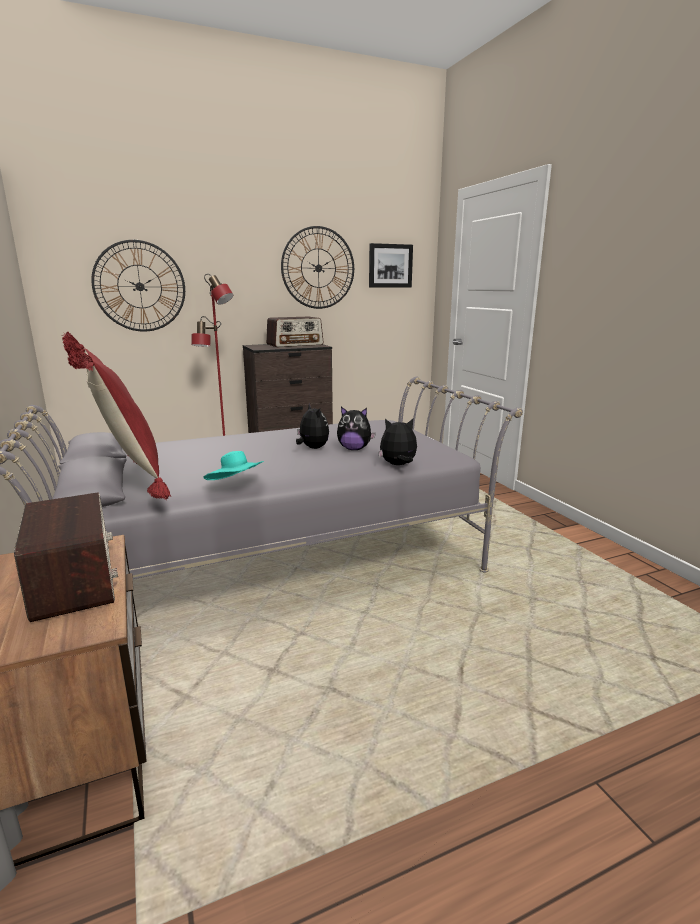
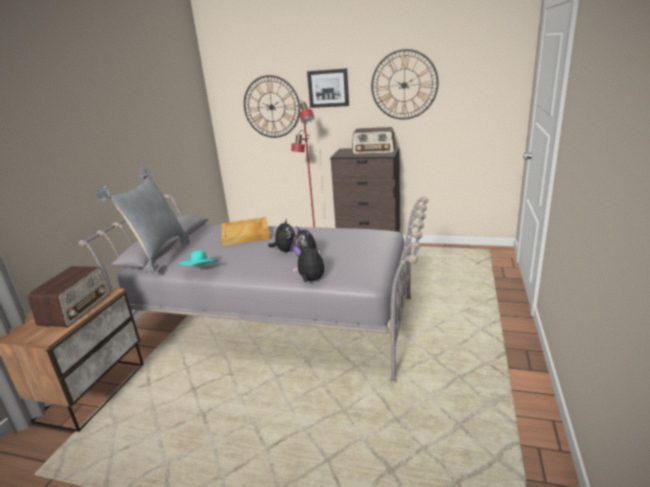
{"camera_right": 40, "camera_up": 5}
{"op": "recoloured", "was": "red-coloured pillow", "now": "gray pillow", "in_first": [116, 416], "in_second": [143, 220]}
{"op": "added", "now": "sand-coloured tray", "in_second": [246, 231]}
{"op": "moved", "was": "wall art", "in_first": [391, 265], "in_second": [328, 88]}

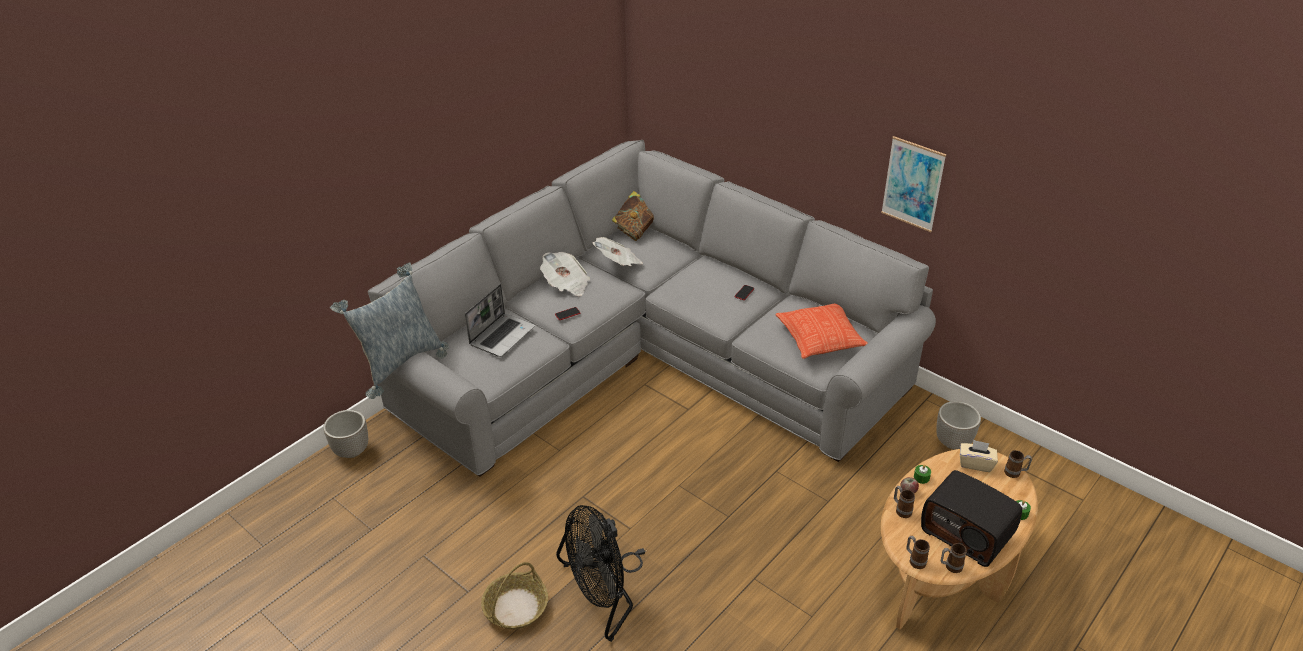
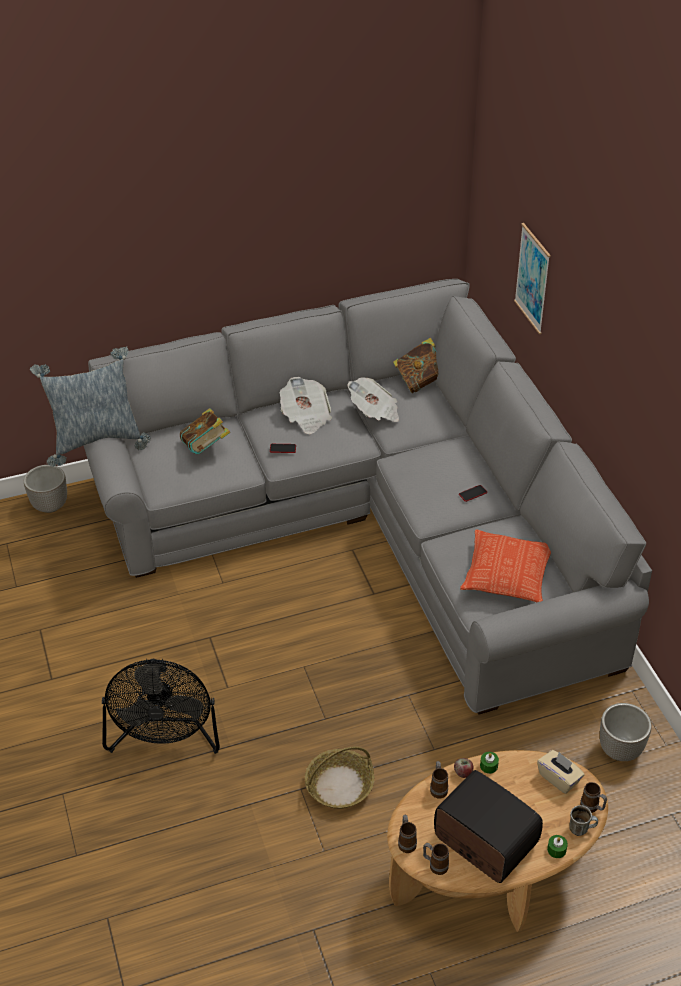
{"camera_right": 30, "camera_up": 5}
{"op": "turned", "was": "black-coloured fan", "in_first": [601, 573], "in_second": [161, 706], "clockwise": -90}
{"op": "replaced", "was": "notebook computer", "now": "volume", "in_first": [500, 320], "in_second": [205, 431]}
{"op": "moved", "was": "basket", "in_first": [514, 595], "in_second": [339, 778]}
{"op": "turned", "was": "radio", "in_first": [971, 518], "in_second": [488, 826], "clockwise": 150}
{"op": "moved", "was": "wall art", "in_first": [913, 184], "in_second": [532, 278]}
{"op": "added", "now": "coffee mug", "in_second": [583, 820]}

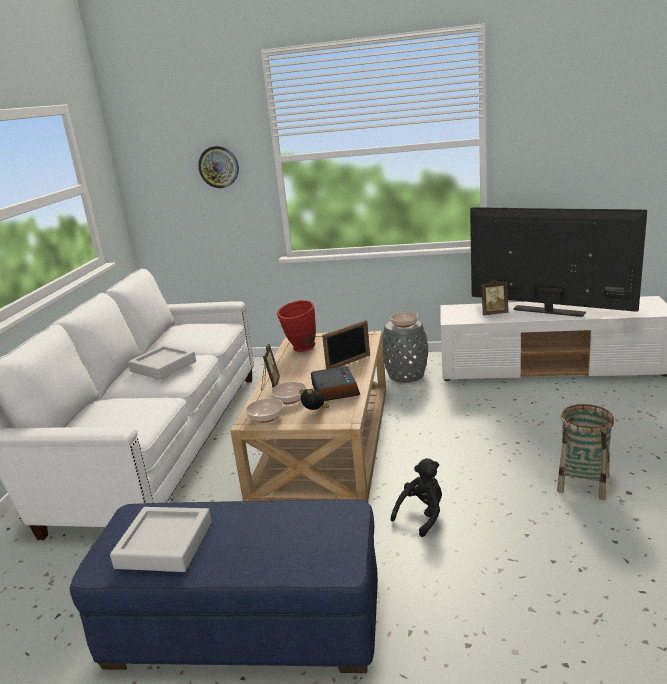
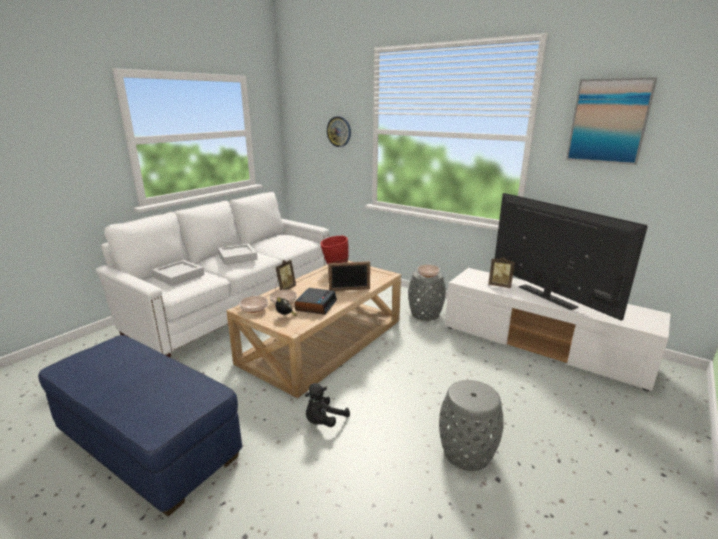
{"camera_right": 25, "camera_up": 0}
{"op": "moved", "was": "gray tray", "in_first": [161, 539], "in_second": [178, 273]}
{"op": "turned", "was": "black-coloured soft toy", "in_first": [416, 497], "in_second": [327, 405], "clockwise": 150}
{"op": "replaced", "was": "basket", "now": "gray stool", "in_first": [585, 452], "in_second": [471, 425]}
{"op": "added", "now": "wall art", "in_second": [611, 121]}

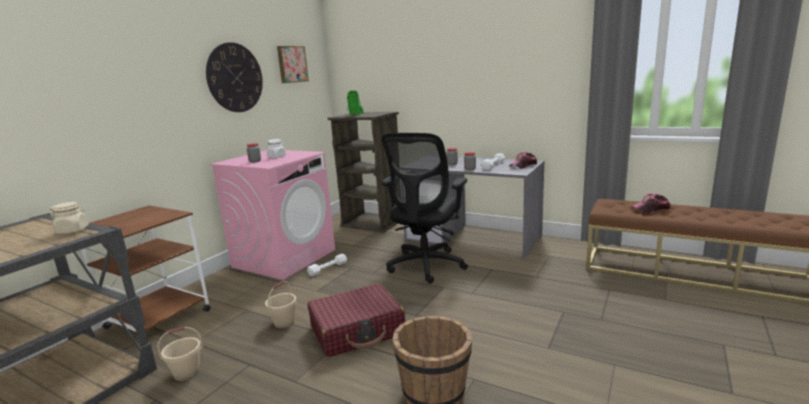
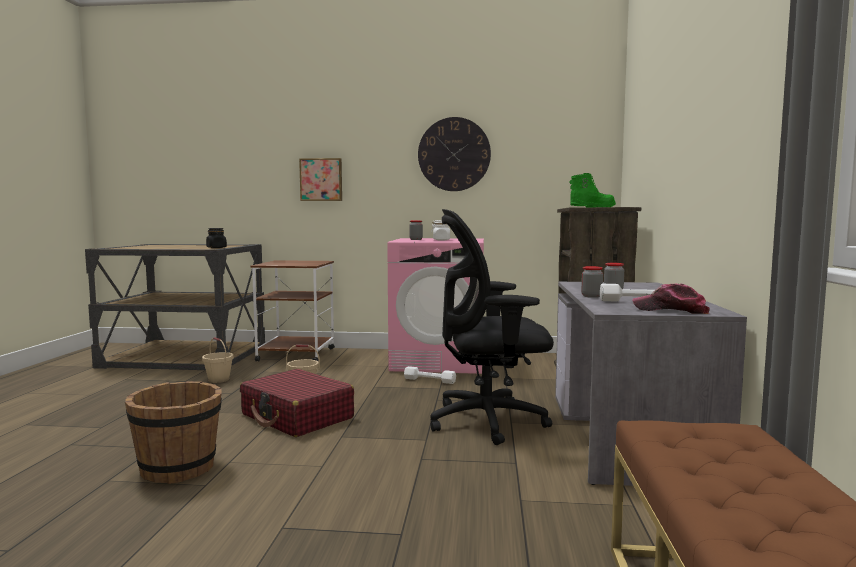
{"camera_right": 65, "camera_up": -10}
{"op": "recoloured", "was": "sand-coloured storage jar", "now": "black-coloured storage jar", "in_first": [69, 218], "in_second": [216, 238]}
{"op": "moved", "was": "wall art", "in_first": [293, 64], "in_second": [320, 179]}
{"op": "removed", "was": "peaked cap", "in_first": [651, 203]}

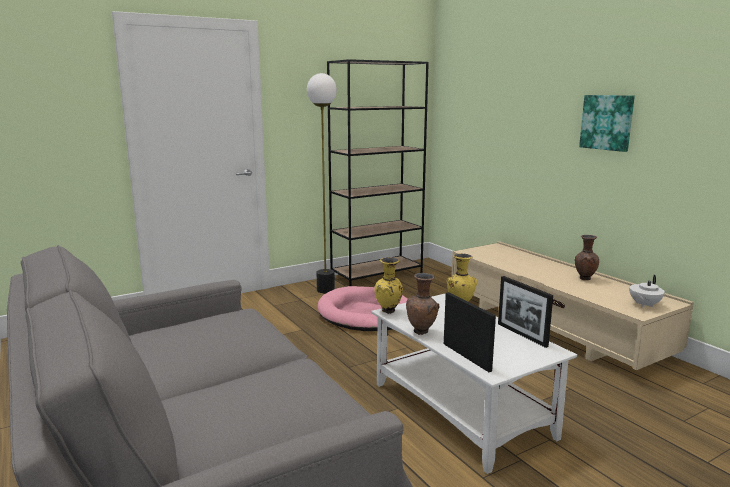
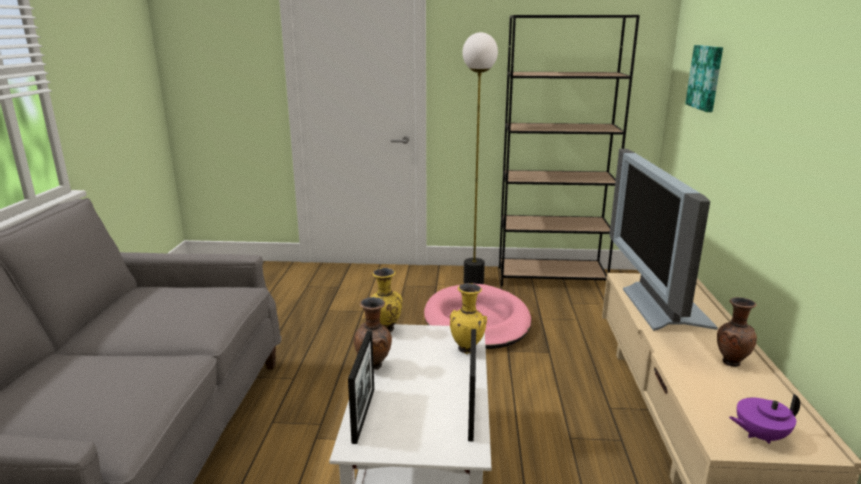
{"camera_right": 35, "camera_up": 5}
{"op": "added", "now": "television", "in_second": [663, 240]}
{"op": "moved", "was": "wall art", "in_first": [607, 123], "in_second": [704, 78]}
{"op": "recoloured", "was": "whitish teapot", "now": "purple-coloured teapot", "in_first": [647, 291], "in_second": [764, 419]}

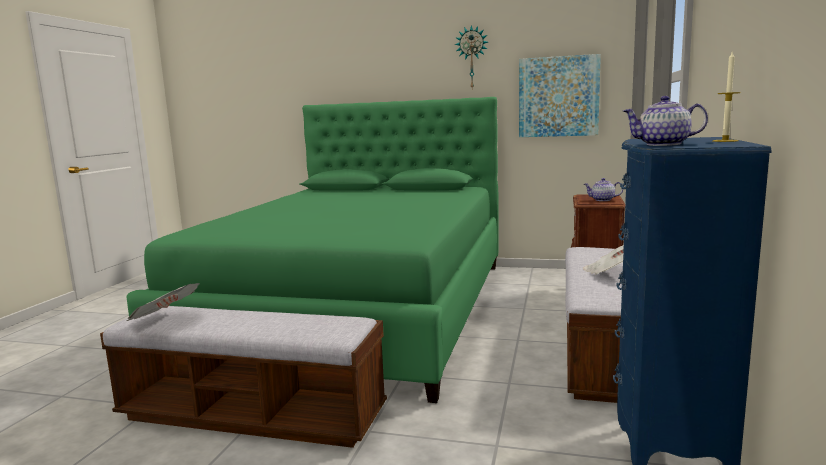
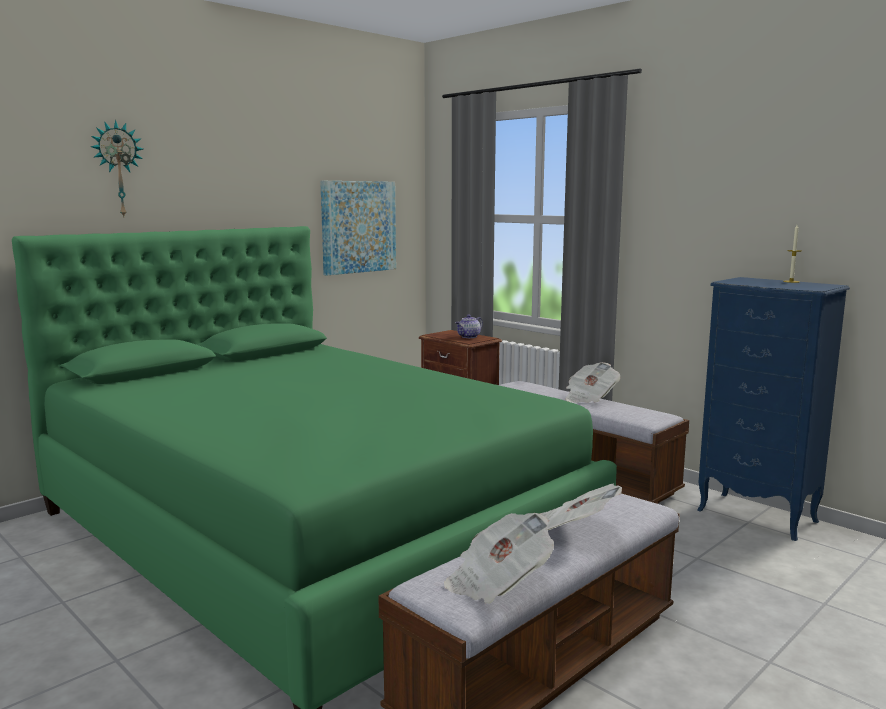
{"camera_right": -60, "camera_up": 0}
{"op": "moved", "was": "hanging clock", "in_first": [471, 56], "in_second": [116, 168]}
{"op": "added", "now": "daily paper", "in_second": [581, 507]}
{"op": "removed", "was": "teapot", "in_first": [665, 121]}

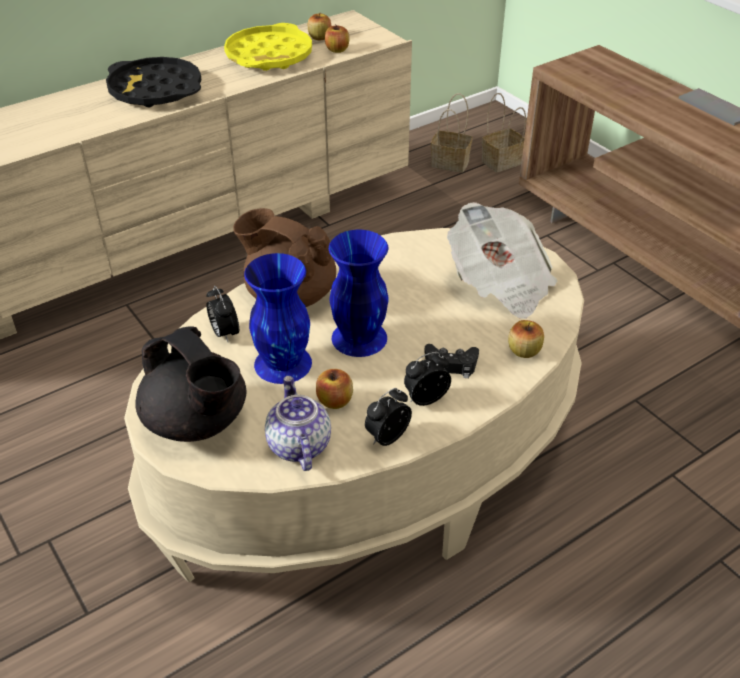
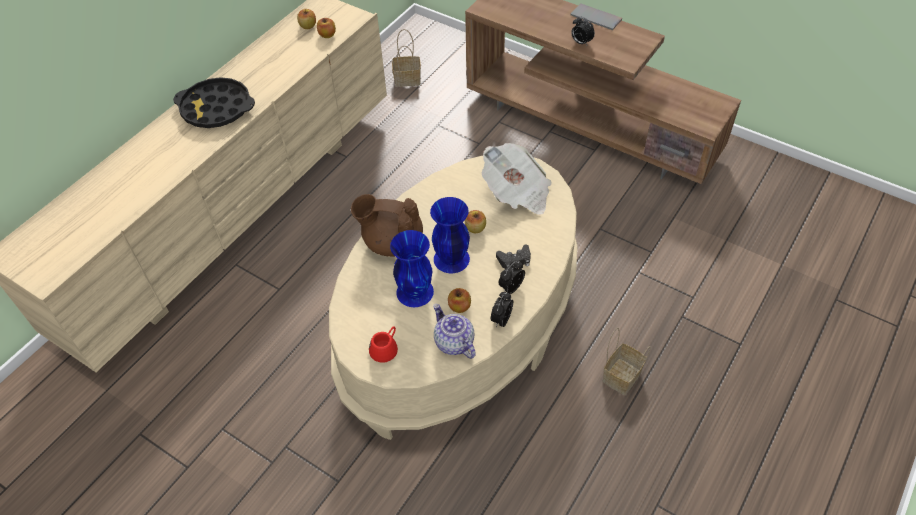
{"camera_right": -20, "camera_up": 10}
{"op": "replaced", "was": "black-coloured teapot", "now": "red-coloured coffee mug", "in_first": [191, 384], "in_second": [383, 344]}
{"op": "moved", "was": "apple", "in_first": [526, 339], "in_second": [475, 221]}
{"op": "moved", "was": "table clock", "in_first": [222, 314], "in_second": [583, 30]}
{"op": "moved", "was": "basket", "in_first": [504, 132], "in_second": [627, 361]}
{"op": "removed", "was": "yellowish tray", "in_first": [268, 47]}

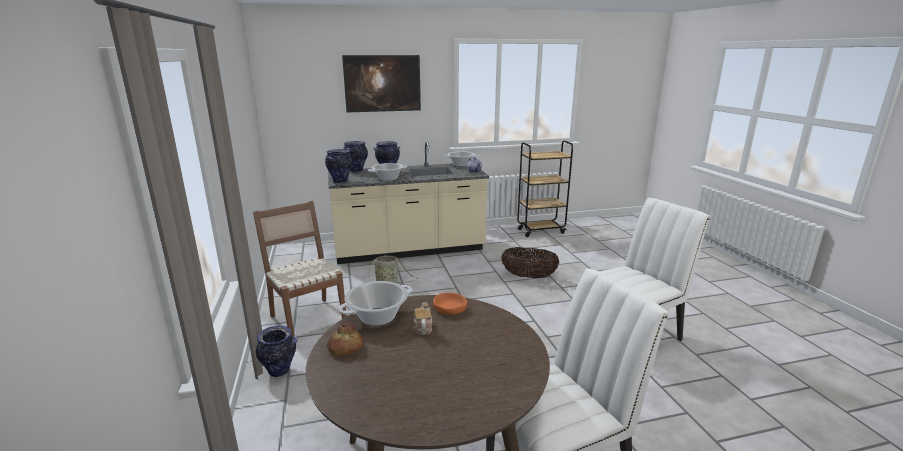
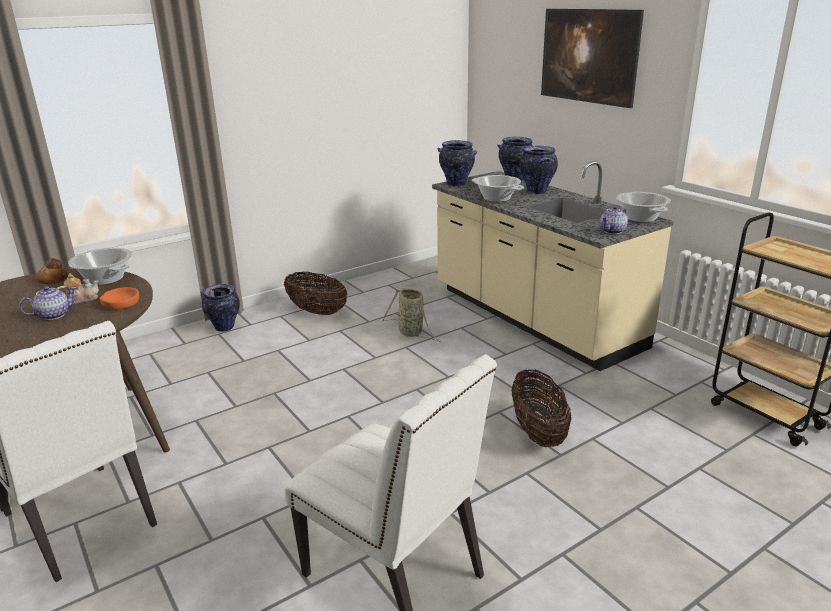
{"camera_right": 70, "camera_up": 5}
{"op": "added", "now": "teapot", "in_second": [48, 303]}
{"op": "replaced", "was": "upright chair", "now": "basket", "in_first": [300, 269], "in_second": [316, 293]}

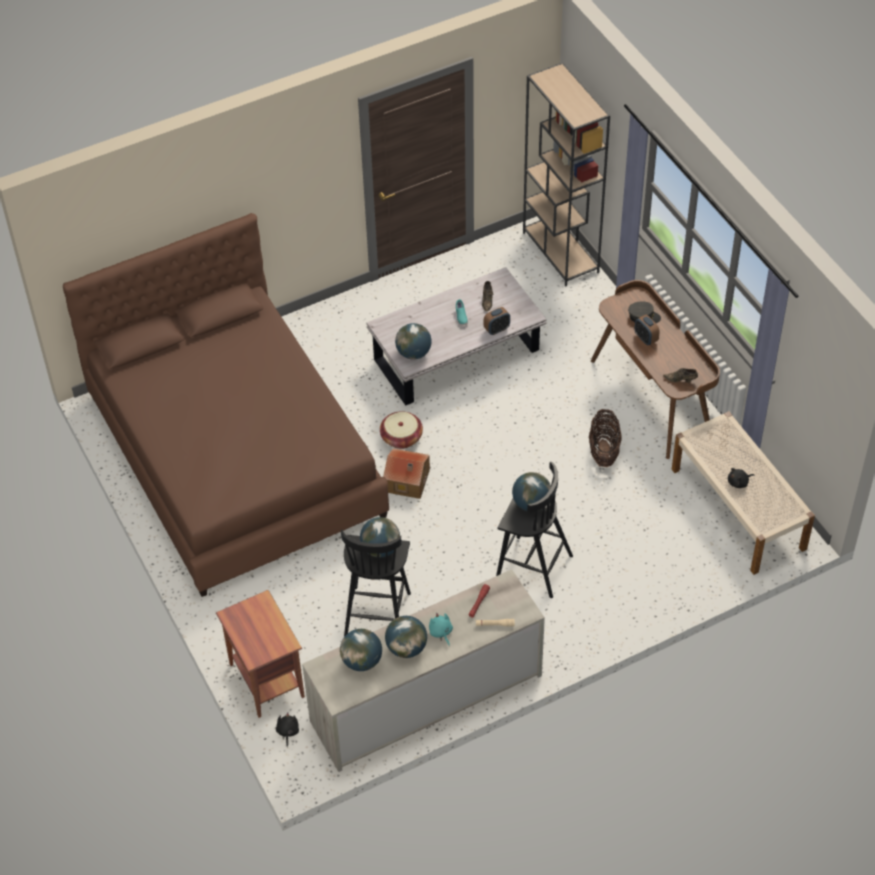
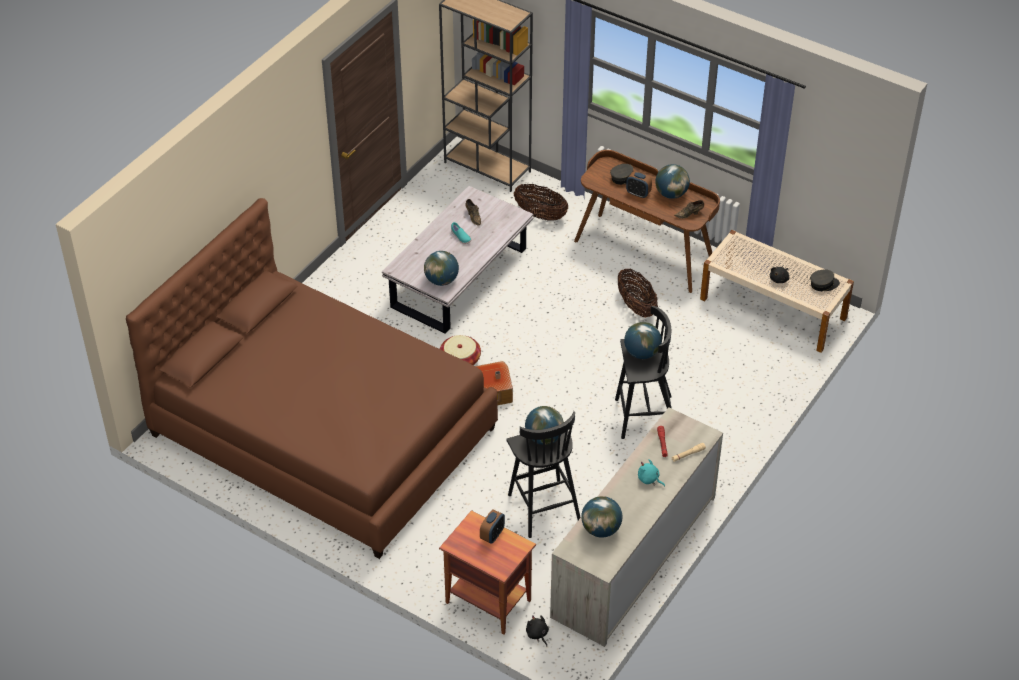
{"camera_right": -30, "camera_up": -5}
{"op": "moved", "was": "table clock", "in_first": [497, 321], "in_second": [492, 526]}
{"op": "added", "now": "basket", "in_second": [540, 202]}
{"op": "moved", "was": "world globe", "in_first": [406, 637], "in_second": [672, 181]}
{"op": "added", "now": "gray peaked cap", "in_second": [825, 280]}

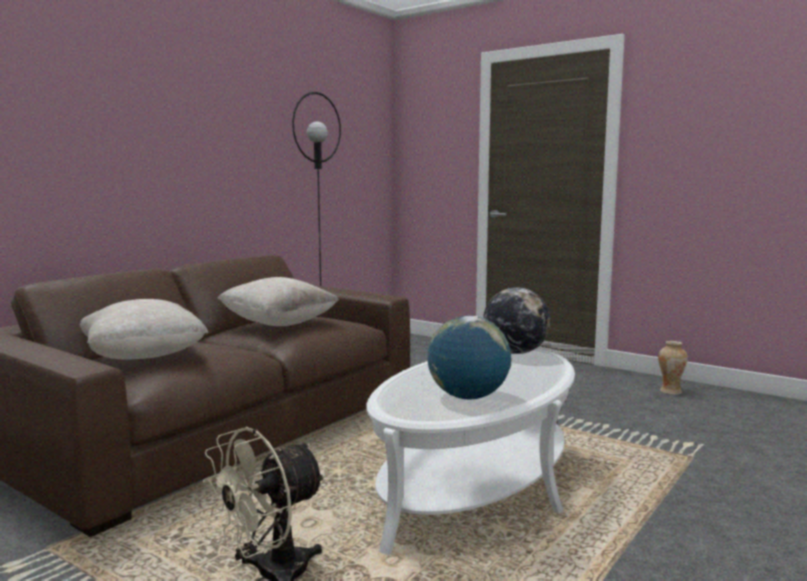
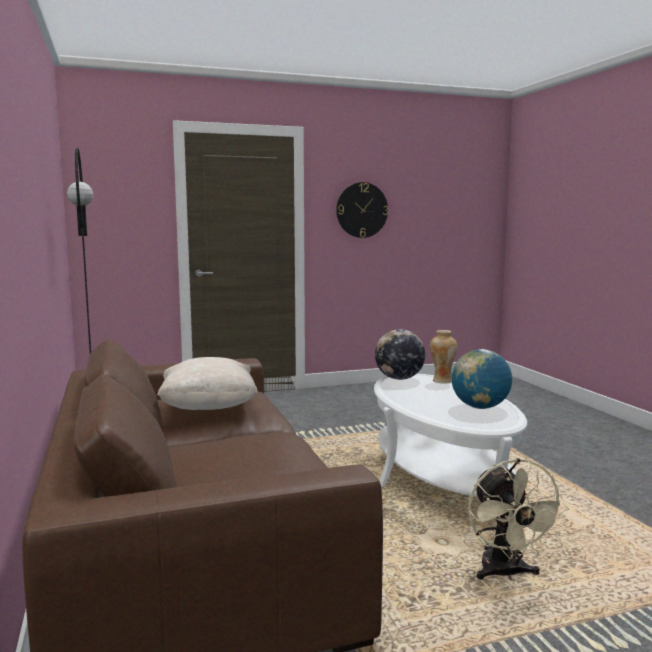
{"camera_right": -55, "camera_up": 0}
{"op": "added", "now": "hanging clock", "in_second": [362, 210]}
{"op": "moved", "was": "flower vase", "in_first": [673, 368], "in_second": [443, 356]}
{"op": "removed", "was": "sand-coloured pillow", "in_first": [144, 329]}

